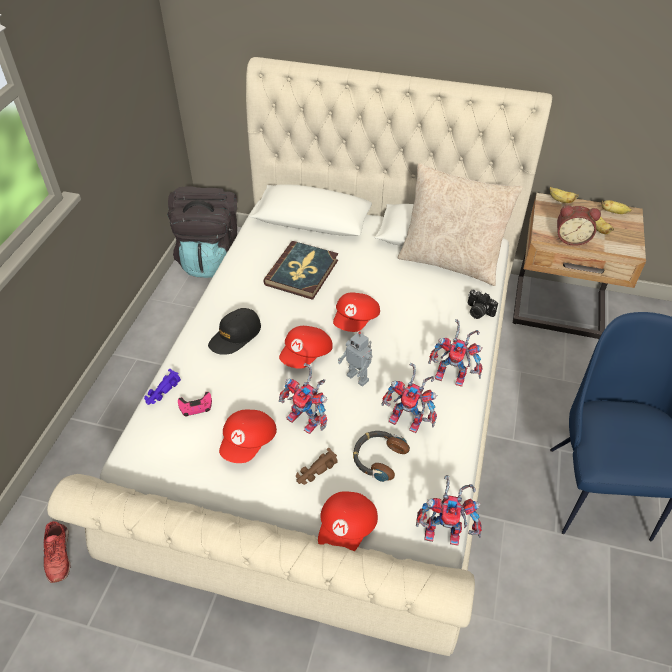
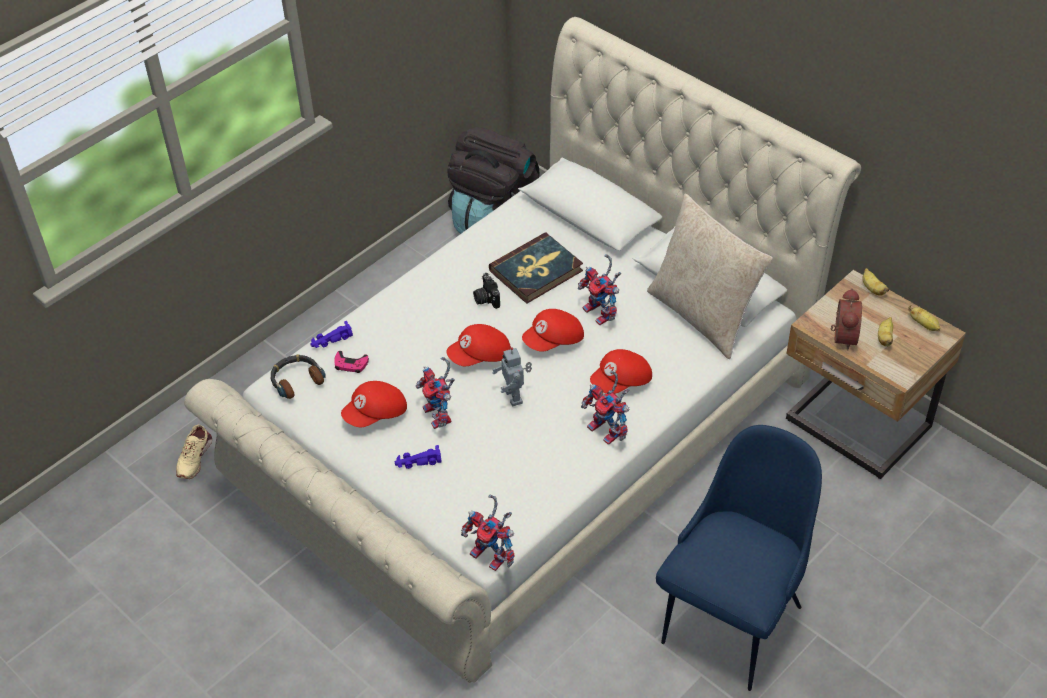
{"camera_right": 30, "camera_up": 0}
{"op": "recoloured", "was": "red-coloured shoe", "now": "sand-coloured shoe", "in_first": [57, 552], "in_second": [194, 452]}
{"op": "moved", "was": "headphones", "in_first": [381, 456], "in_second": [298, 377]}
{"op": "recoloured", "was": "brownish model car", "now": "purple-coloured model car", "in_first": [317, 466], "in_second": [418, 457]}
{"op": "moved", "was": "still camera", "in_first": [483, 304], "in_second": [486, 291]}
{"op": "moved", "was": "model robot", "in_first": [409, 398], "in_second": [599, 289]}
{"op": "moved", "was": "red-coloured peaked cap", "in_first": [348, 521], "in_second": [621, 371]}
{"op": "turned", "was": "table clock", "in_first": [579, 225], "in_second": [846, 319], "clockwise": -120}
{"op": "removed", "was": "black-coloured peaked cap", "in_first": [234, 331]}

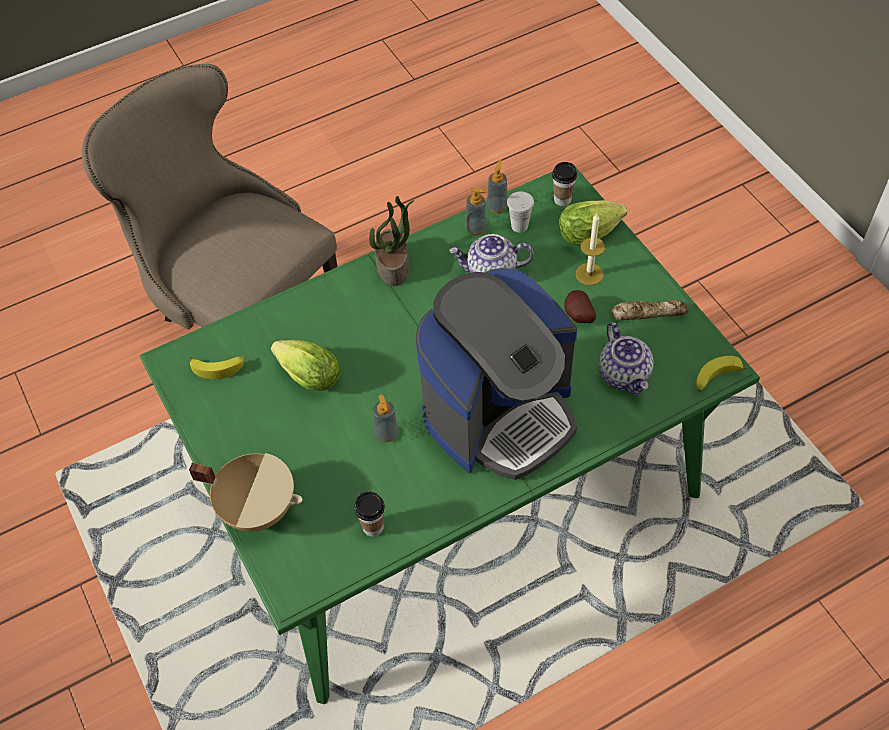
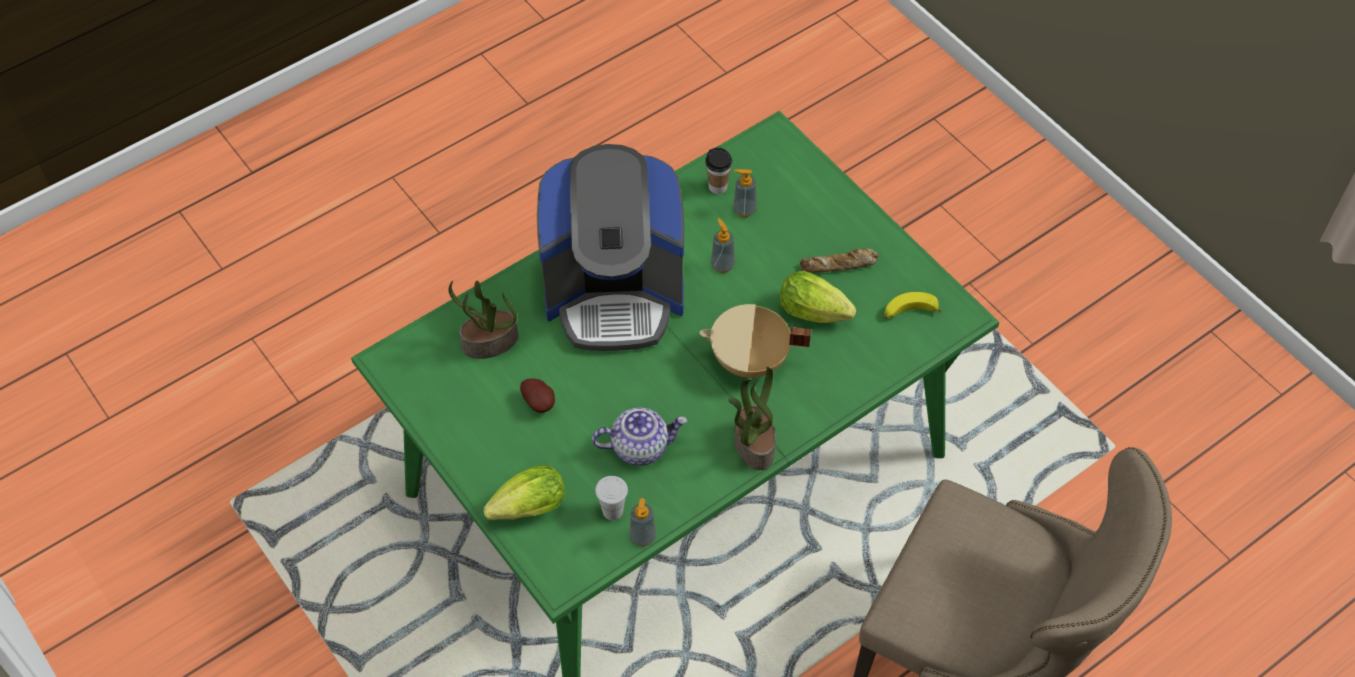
{"camera_right": 170, "camera_up": 0}
{"op": "replaced", "was": "teapot", "now": "houseplant", "in_first": [626, 358], "in_second": [483, 319]}
{"op": "turned", "was": "coffee brewer", "in_first": [496, 374], "in_second": [610, 247], "clockwise": -135}
{"op": "moved", "was": "sand-coloured cooking pot", "in_first": [246, 492], "in_second": [755, 341]}
{"op": "moved", "was": "liquid soap bottle", "in_first": [476, 211], "in_second": [744, 193]}
{"op": "moved", "was": "bakery bread", "in_first": [649, 310], "in_second": [839, 260]}
{"op": "removed", "was": "small cup", "in_first": [564, 184]}
{"op": "removed", "was": "wax light", "in_first": [590, 249]}
{"op": "removed", "was": "whole banana", "in_first": [721, 373]}

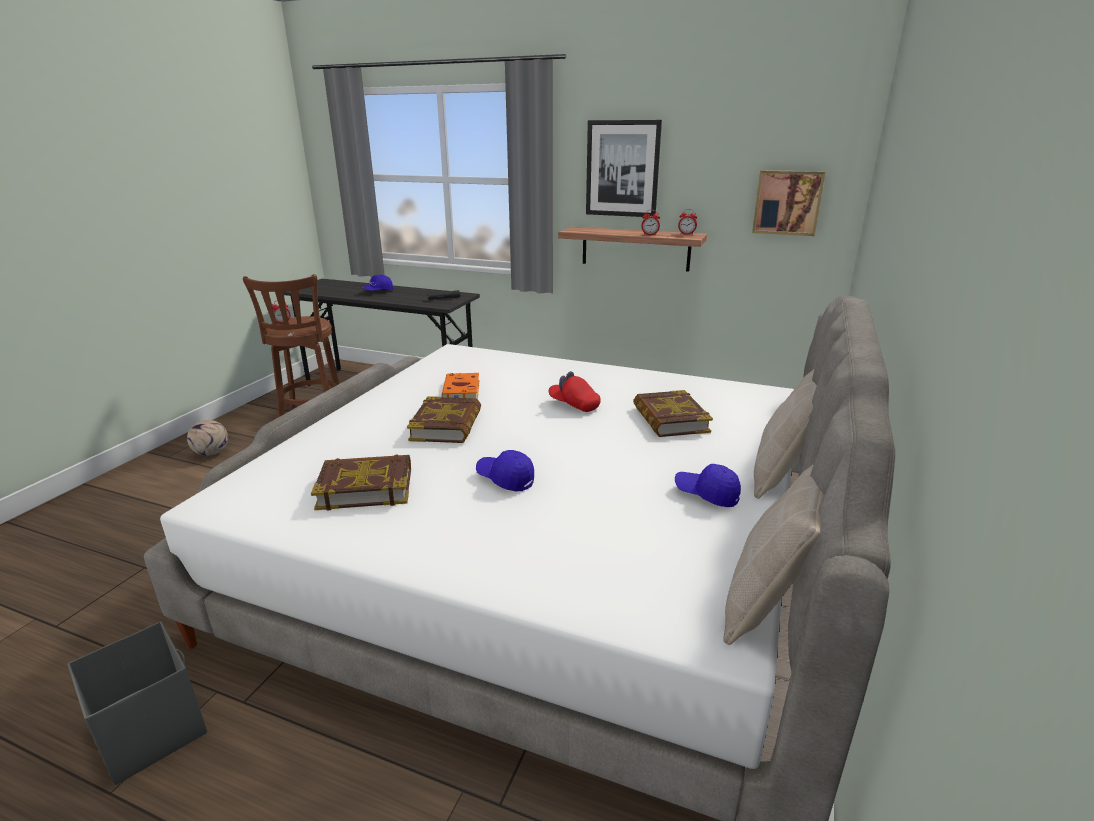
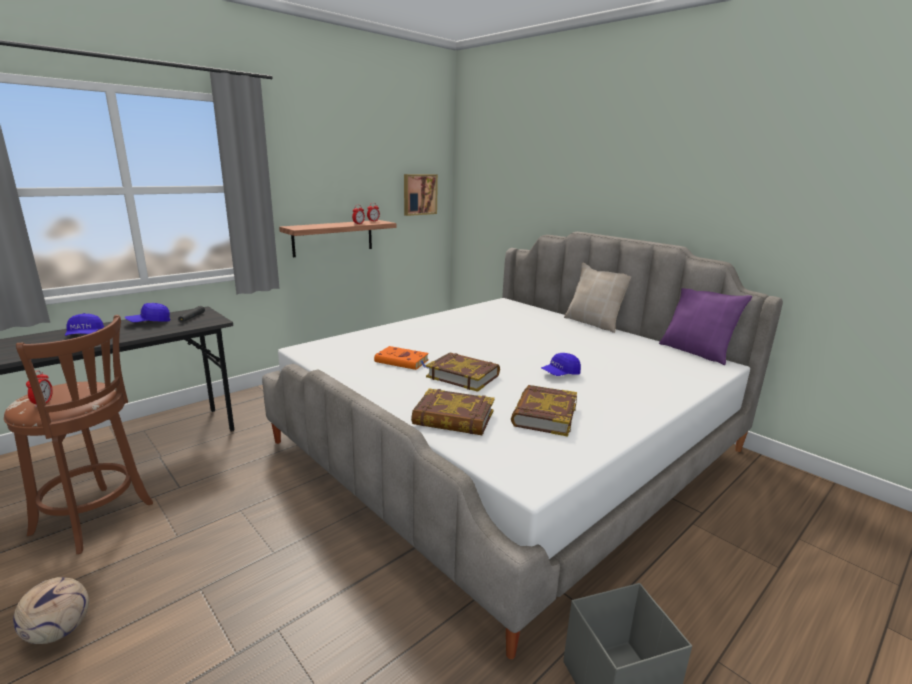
{"camera_right": -65, "camera_up": -5}
{"op": "moved", "was": "blue-coloured peaked cap", "in_first": [708, 485], "in_second": [147, 312]}
{"op": "moved", "was": "volume", "in_first": [673, 413], "in_second": [453, 411]}
{"op": "recoloured", "was": "sand-coloured pillow", "now": "purple-coloured pillow", "in_first": [773, 554], "in_second": [705, 326]}
{"op": "removed", "was": "red-coloured peaked cap", "in_first": [575, 391]}
{"op": "removed", "was": "wall art", "in_first": [624, 168]}

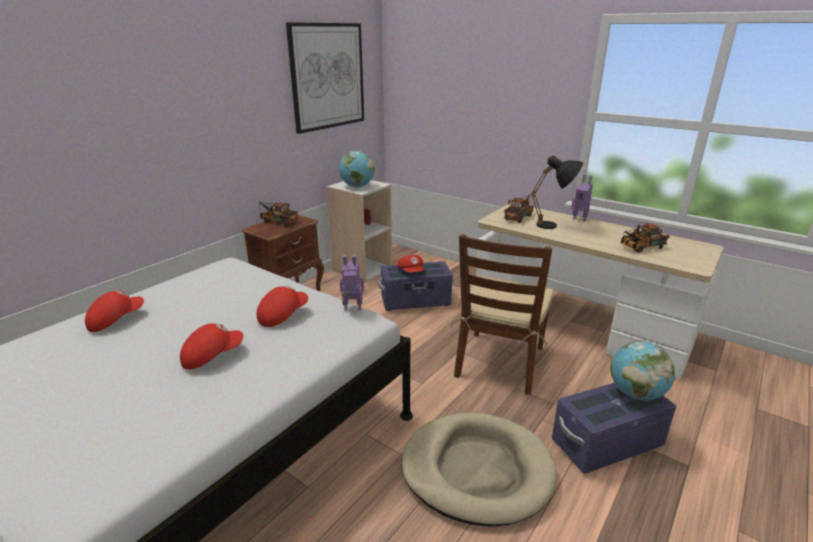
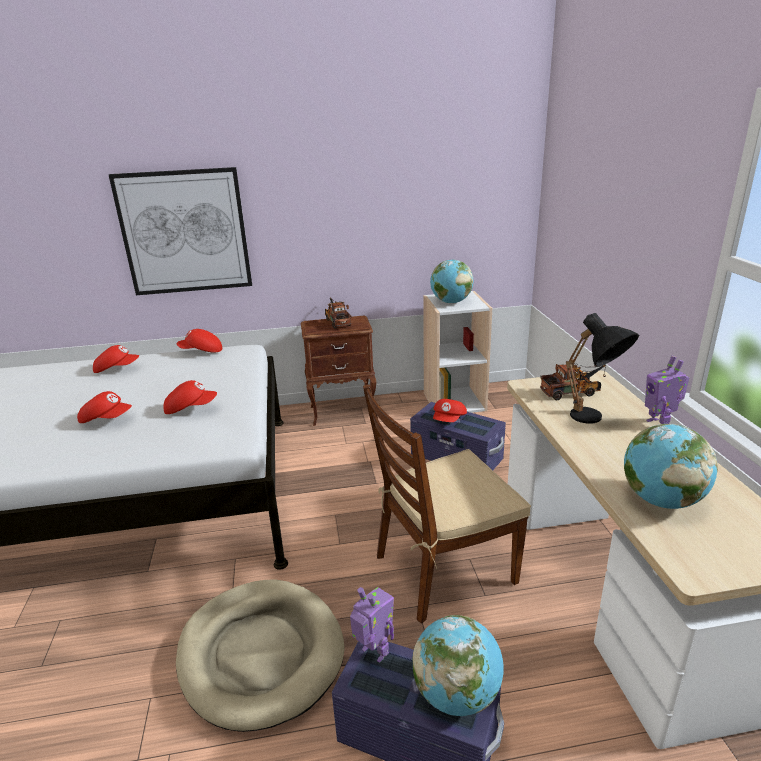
{"camera_right": 45, "camera_up": 0}
{"op": "moved", "was": "wall art", "in_first": [325, 78], "in_second": [180, 231]}
{"op": "added", "now": "red-coloured peaked cap", "in_second": [199, 341]}
{"op": "moved", "was": "model robot", "in_first": [352, 282], "in_second": [372, 625]}
{"op": "replaced", "was": "toy lorry", "now": "world globe", "in_first": [645, 238], "in_second": [671, 466]}

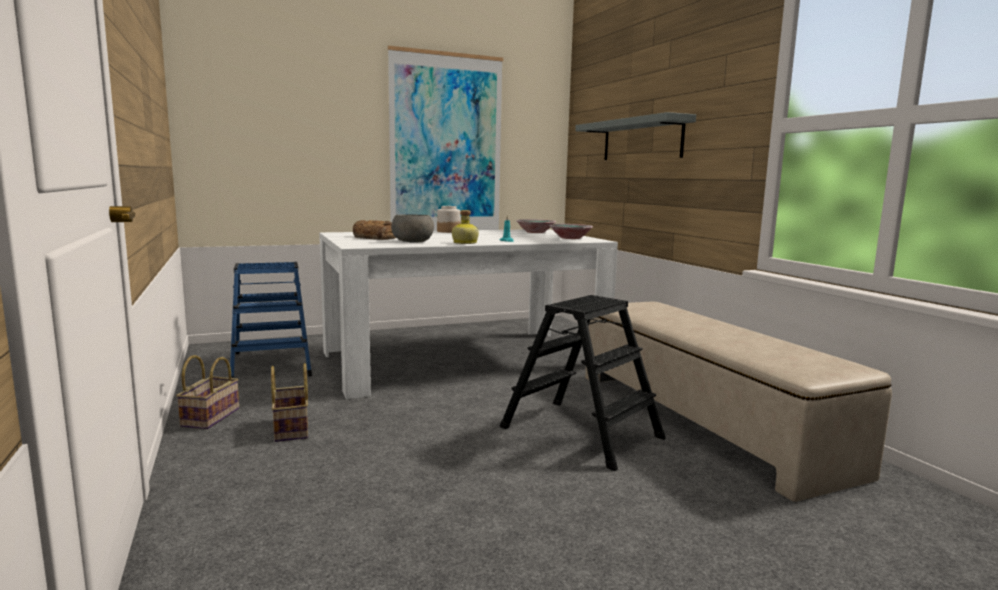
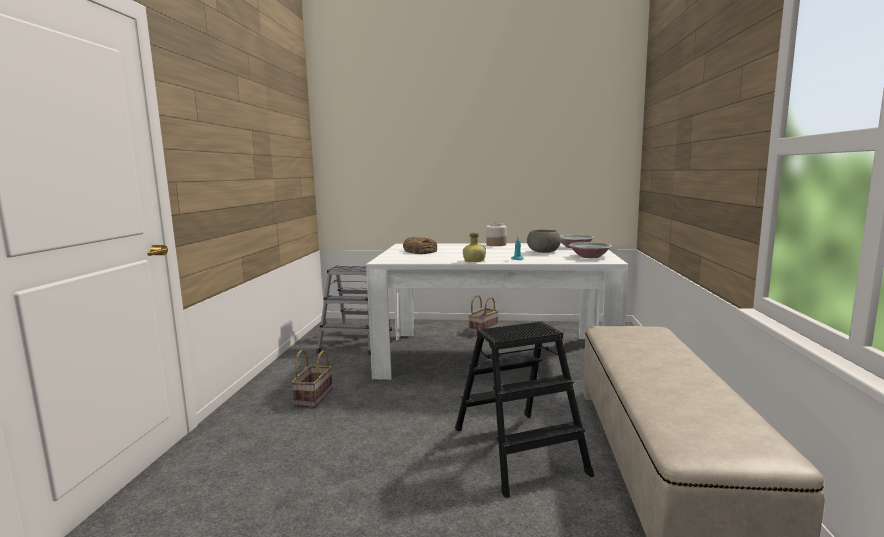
{"camera_right": 30, "camera_up": 0}
{"op": "recoloured", "was": "blue-coloured step stool", "now": "gray step stool", "in_first": [271, 320], "in_second": [354, 310]}
{"op": "moved", "was": "basket", "in_first": [207, 392], "in_second": [483, 314]}
{"op": "moved", "was": "gray serving bowl", "in_first": [412, 228], "in_second": [544, 241]}
{"op": "removed", "was": "wall art", "in_first": [445, 138]}
{"op": "removed", "was": "gray bracket shelf", "in_first": [635, 136]}

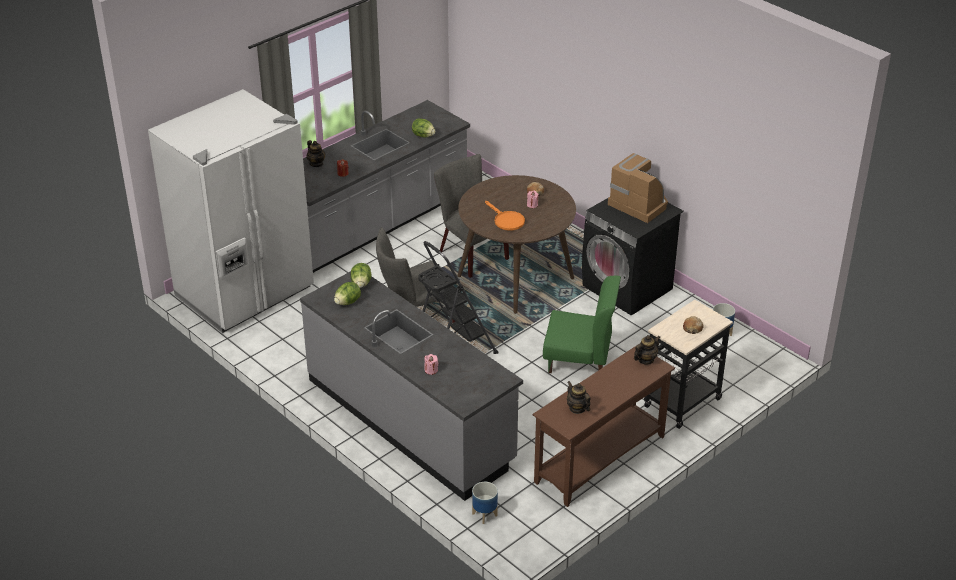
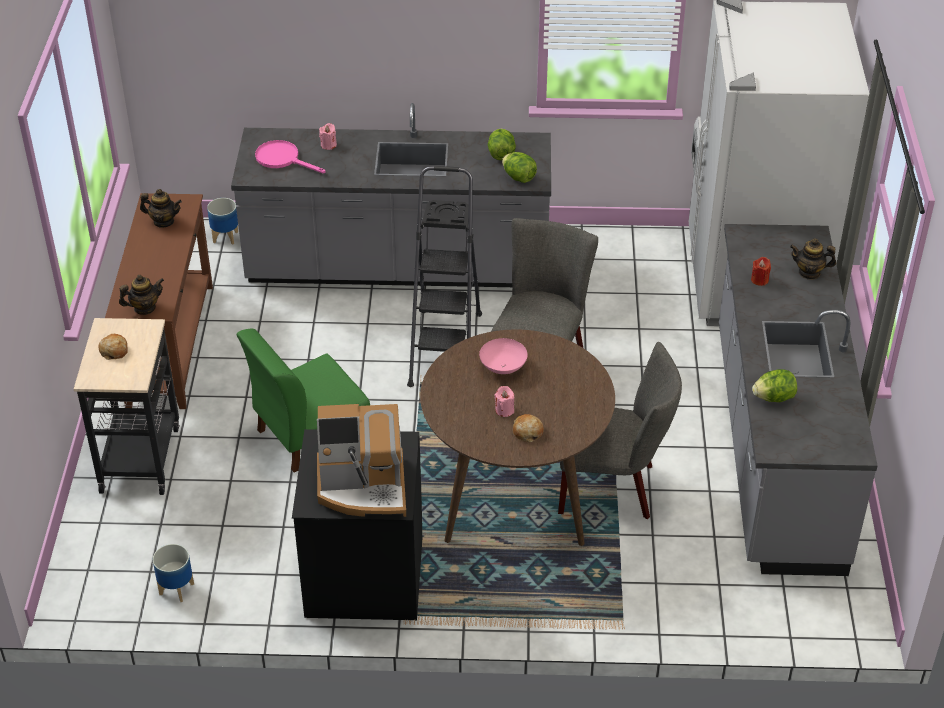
{"camera_right": 135, "camera_up": 5}
{"op": "turned", "was": "teapot", "in_first": [647, 349], "in_second": [141, 295], "clockwise": -120}
{"op": "added", "now": "pink pan", "in_second": [290, 156]}
{"op": "replaced", "was": "orange-coloured pan", "now": "pink serving bowl", "in_first": [505, 216], "in_second": [503, 356]}

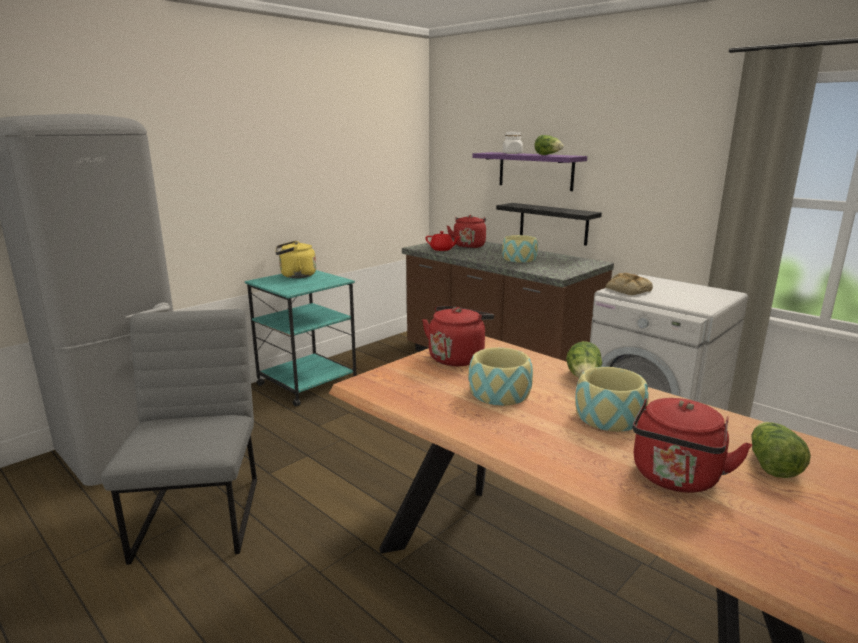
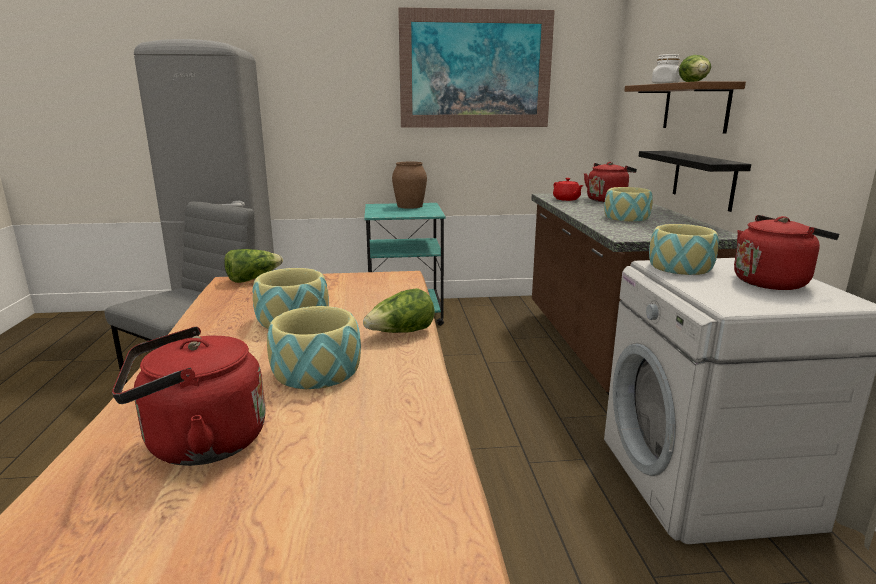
{"camera_right": 40, "camera_up": 0}
{"op": "moved", "was": "lettuce", "in_first": [781, 450], "in_second": [253, 266]}
{"op": "replaced", "was": "yellowish water kettle", "now": "brownish flower vase", "in_first": [295, 259], "in_second": [409, 185]}
{"op": "added", "now": "wall art", "in_second": [476, 67]}
{"op": "recoloured", "was": "purple-coloured bracket shelf", "now": "brownish bracket shelf", "in_first": [529, 171], "in_second": [685, 107]}
{"op": "replaced", "was": "bakery bread", "now": "serving bowl", "in_first": [629, 284], "in_second": [684, 249]}
{"op": "moved", "was": "red-coloured water kettle", "in_first": [458, 336], "in_second": [786, 252]}

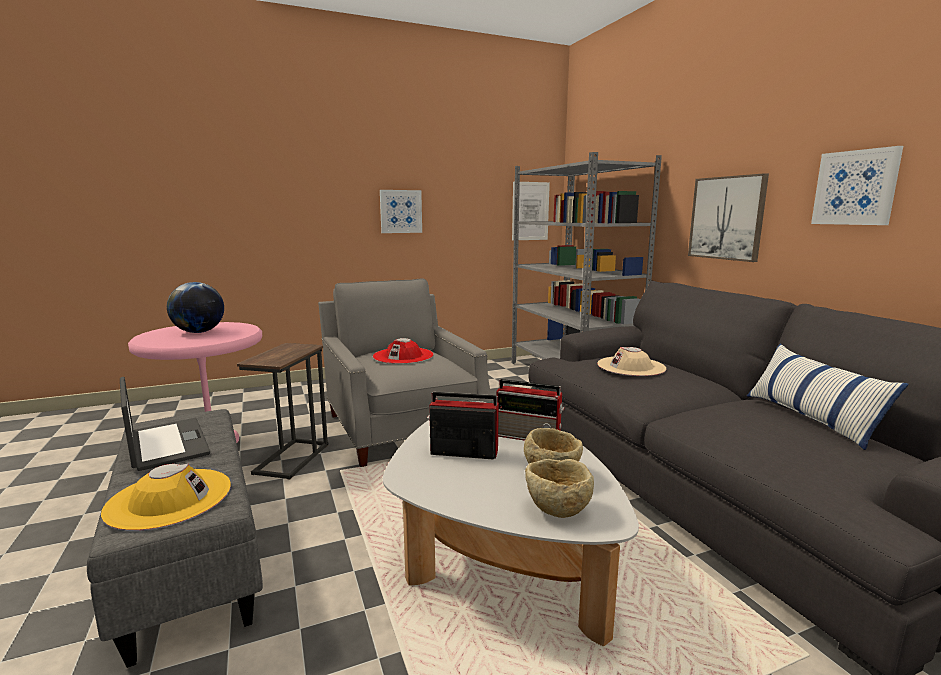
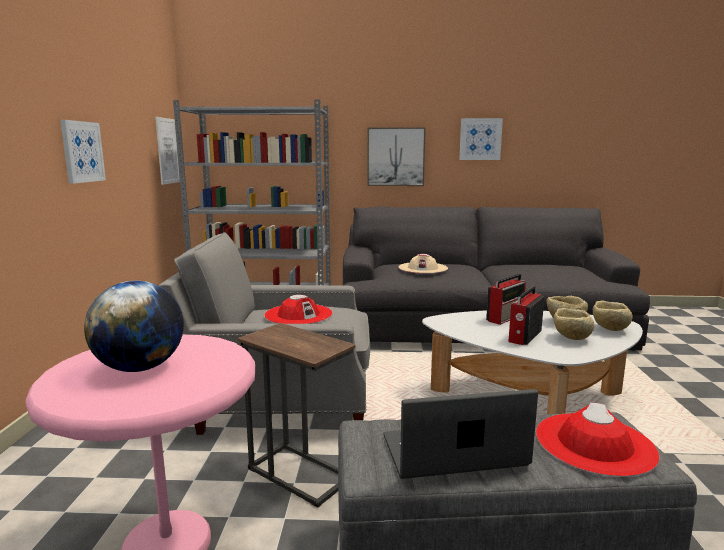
{"camera_right": -65, "camera_up": 0}
{"op": "recoloured", "was": "yellowish wearable hat", "now": "red-coloured wearable hat", "in_first": [166, 497], "in_second": [597, 440]}
{"op": "added", "now": "sand-coloured serving bowl", "in_second": [574, 324]}
{"op": "removed", "was": "pillow", "in_first": [828, 397]}

